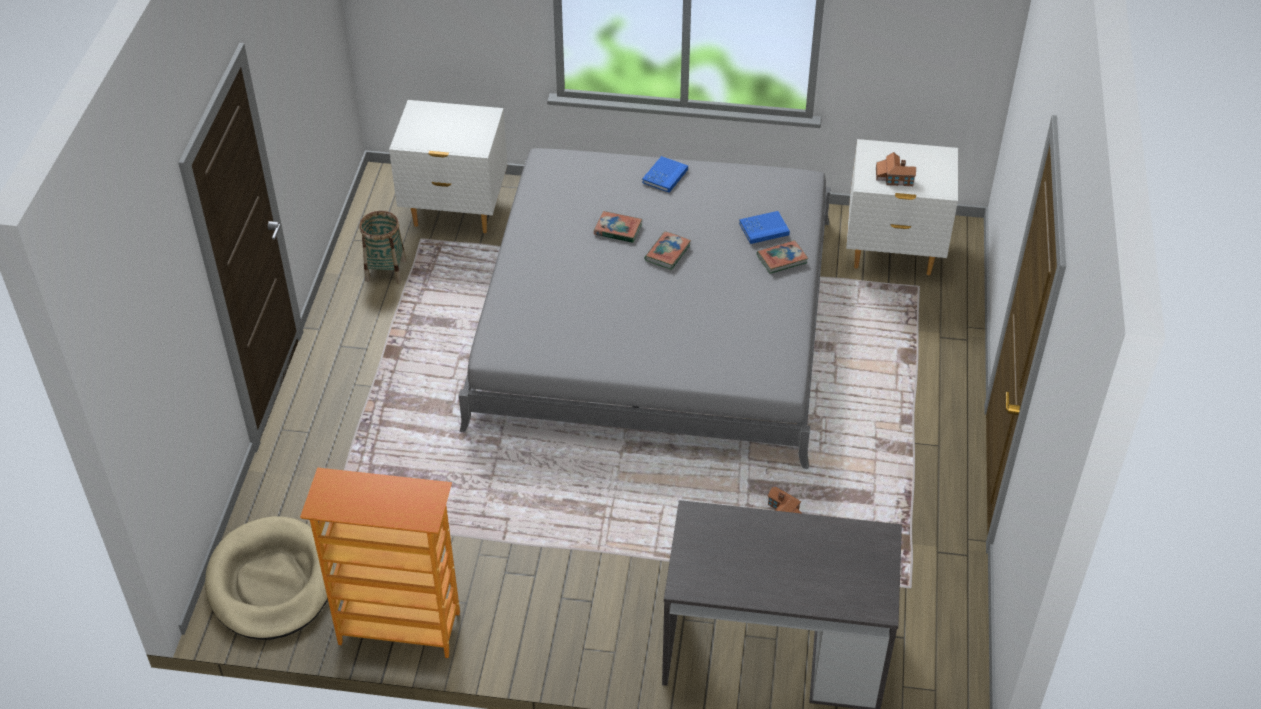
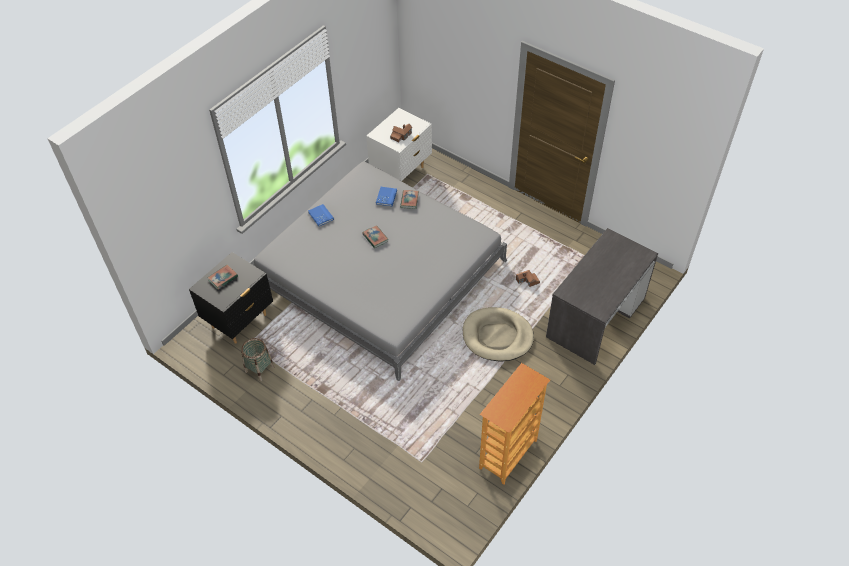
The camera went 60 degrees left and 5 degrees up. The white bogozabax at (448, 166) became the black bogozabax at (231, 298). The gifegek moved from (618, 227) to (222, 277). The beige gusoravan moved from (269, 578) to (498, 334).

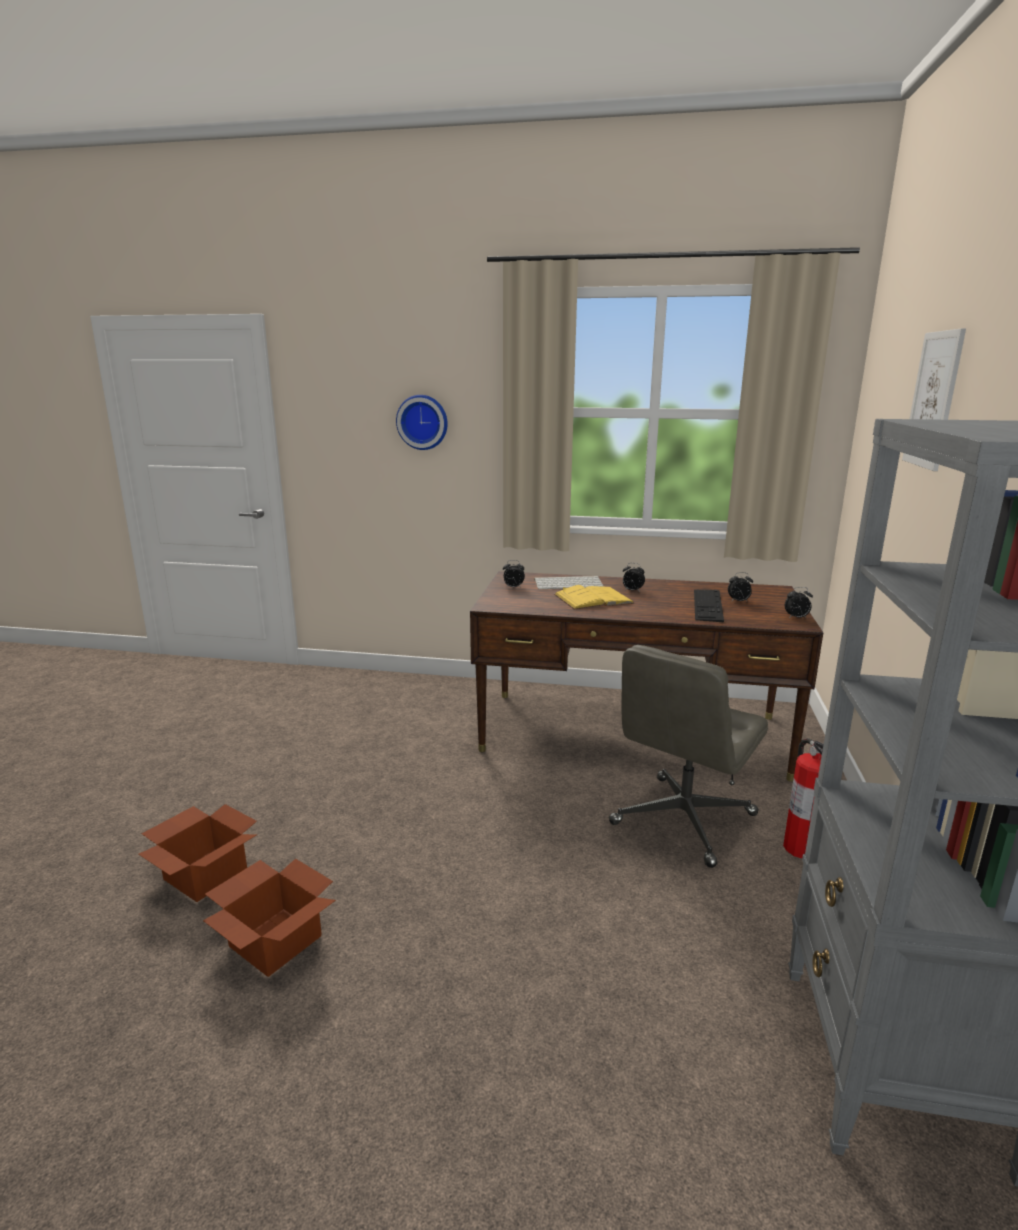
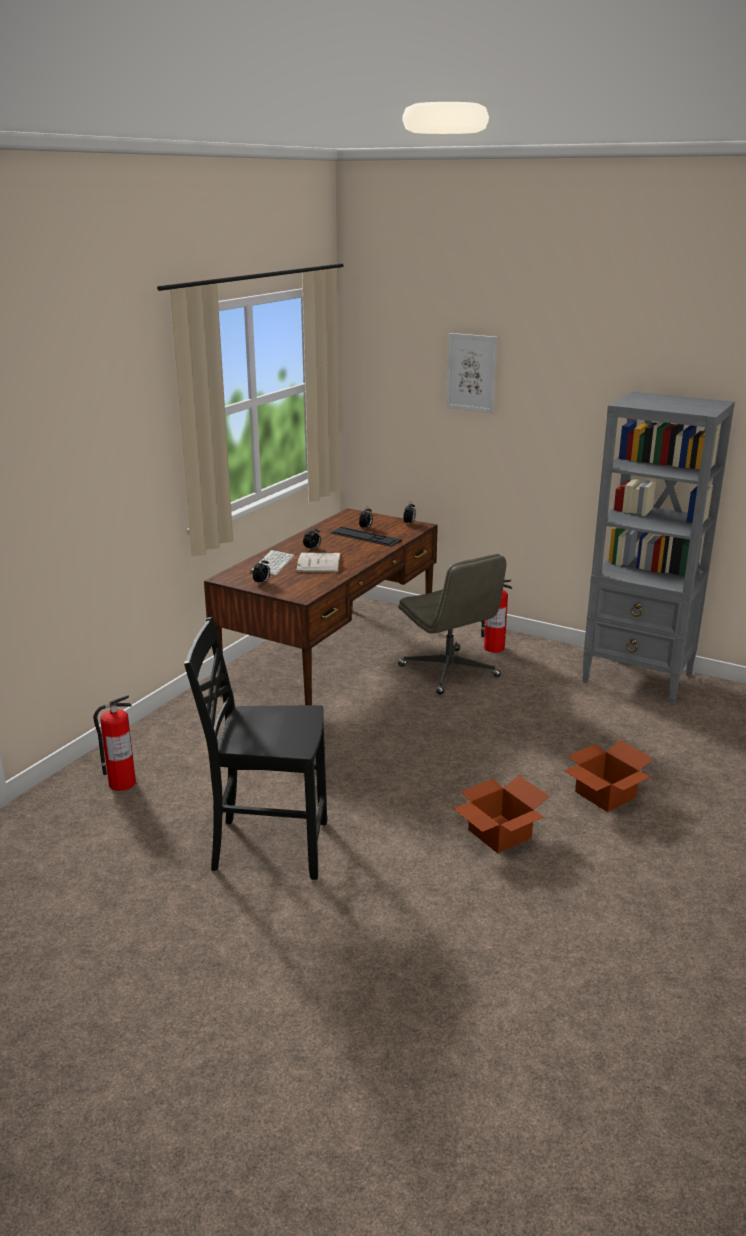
The camera went 70 degrees left and 5 degrees up. The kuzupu at (422, 422) disappeared. The yellow gifegek at (594, 597) became the white gifegek at (318, 563). The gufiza moved from (197, 853) to (608, 776). The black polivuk at (255, 748) appeared. The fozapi at (114, 743) appeared.

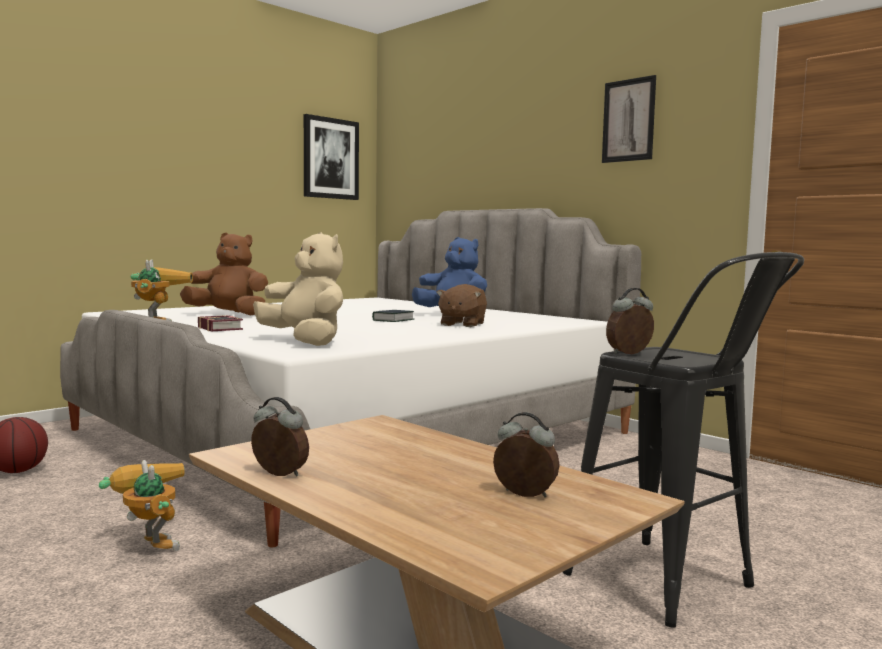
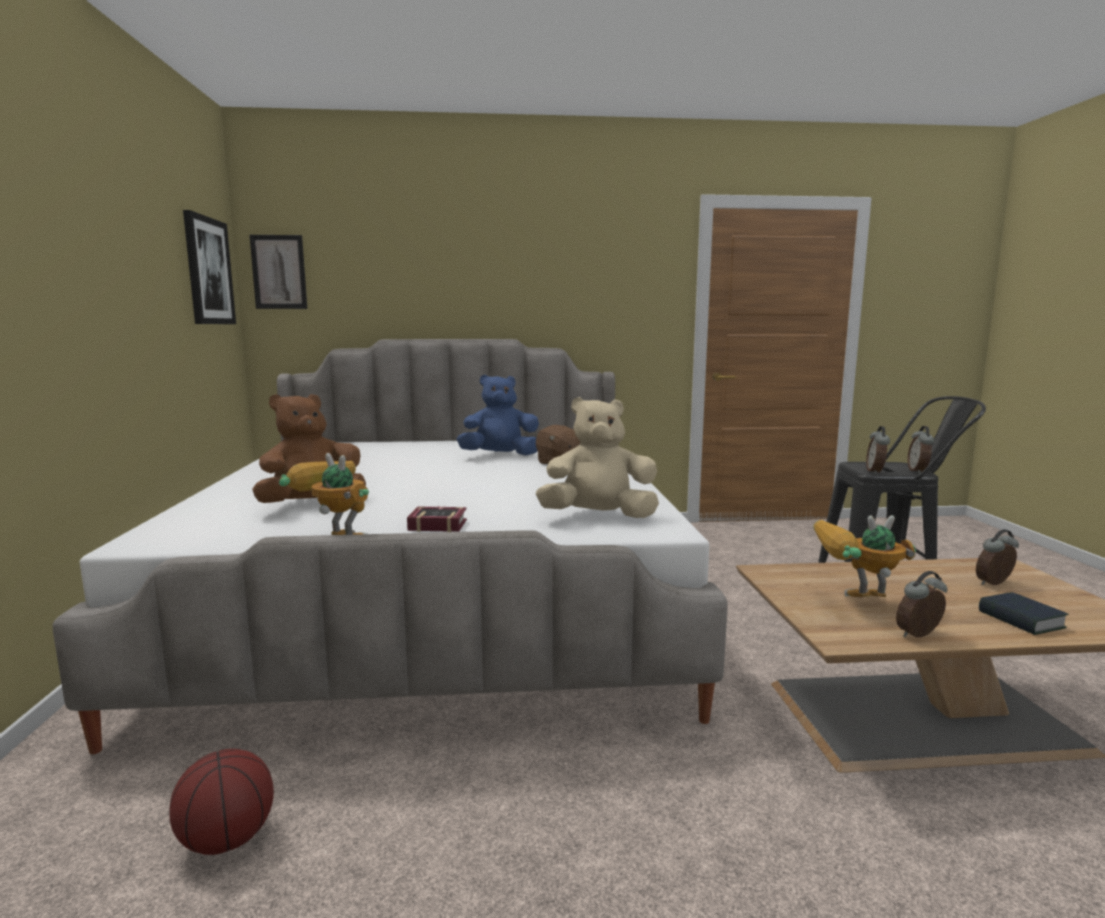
The camera went 50 degrees left and 5 degrees up. The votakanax moved from (629, 119) to (278, 272). The gifegek moved from (393, 316) to (1024, 613). The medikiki moved from (142, 505) to (864, 556). The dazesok at (921, 450) appeared.

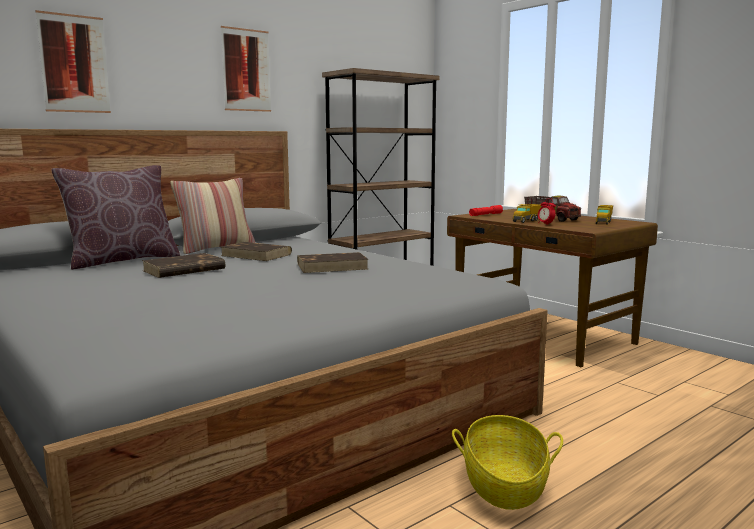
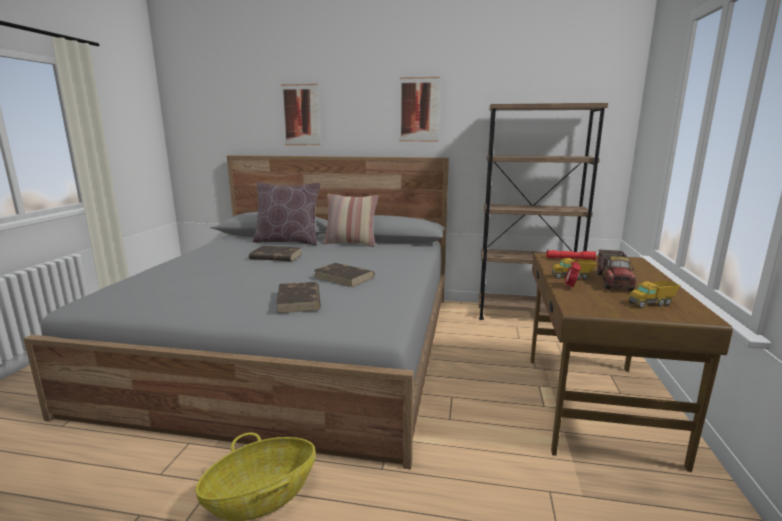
The camera went 50 degrees right and 5 degrees up. The brown gifegek moved from (256, 251) to (298, 297).

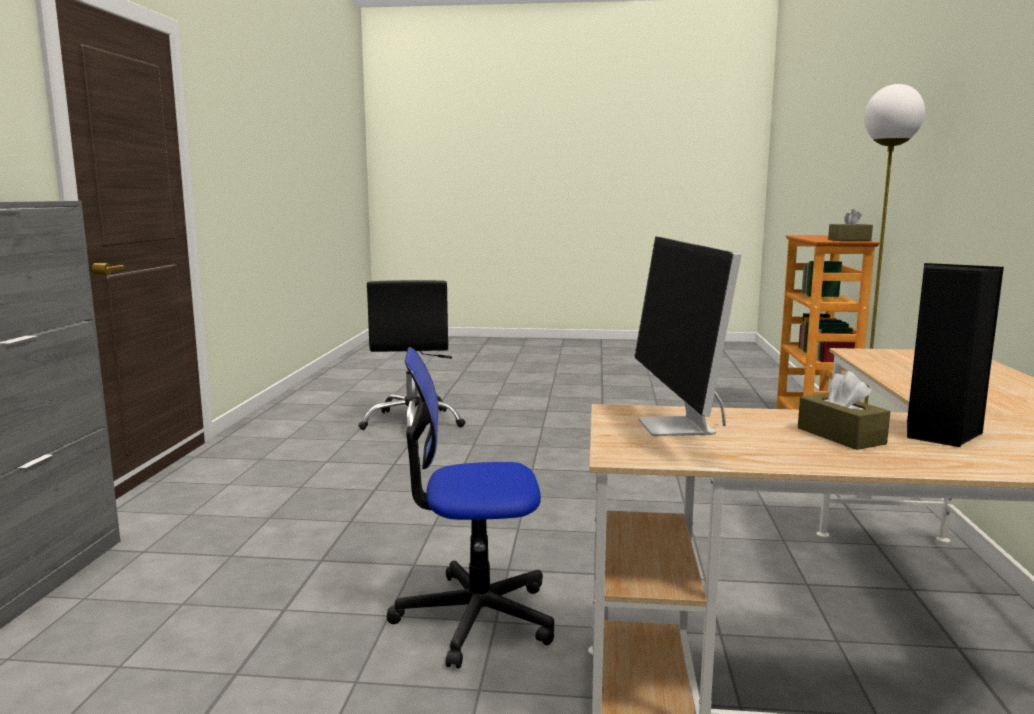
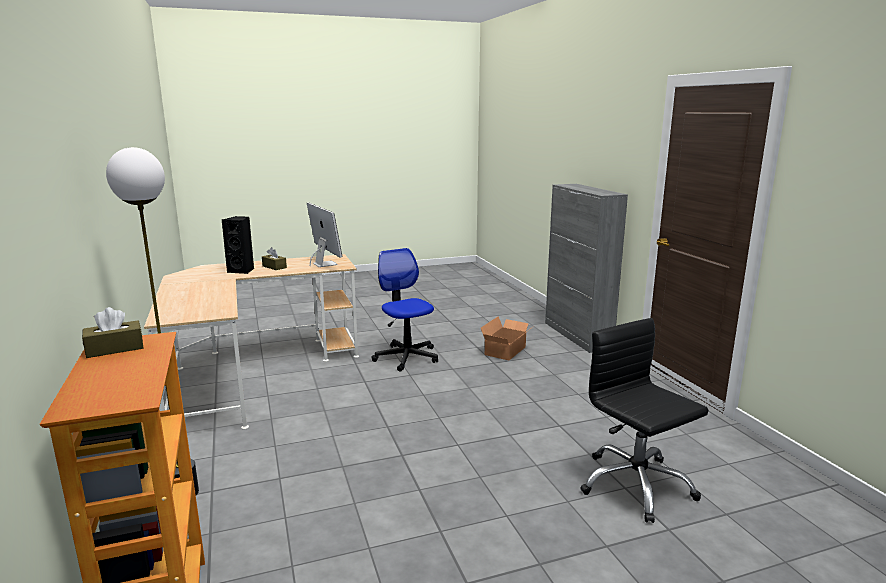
The camera went 155 degrees right and 5 degrees up. The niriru at (470, 508) turned 90 degrees counterclockwise. The gufiza at (507, 338) appeared.

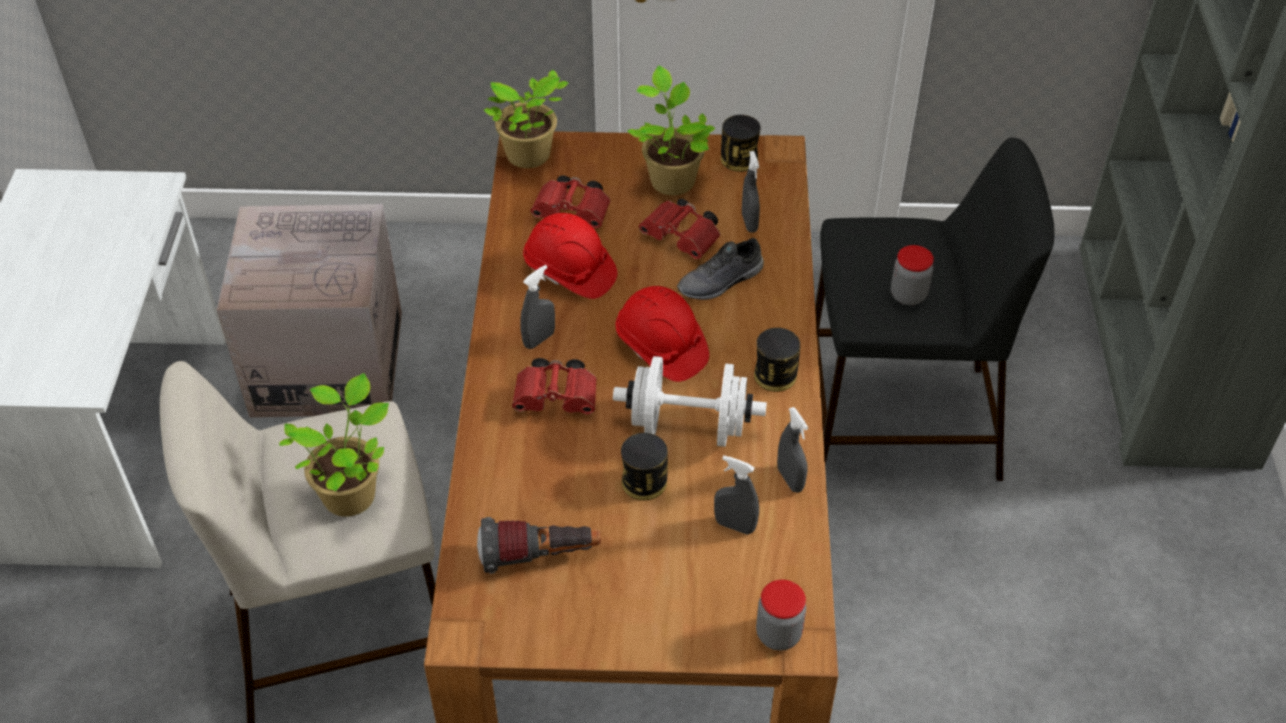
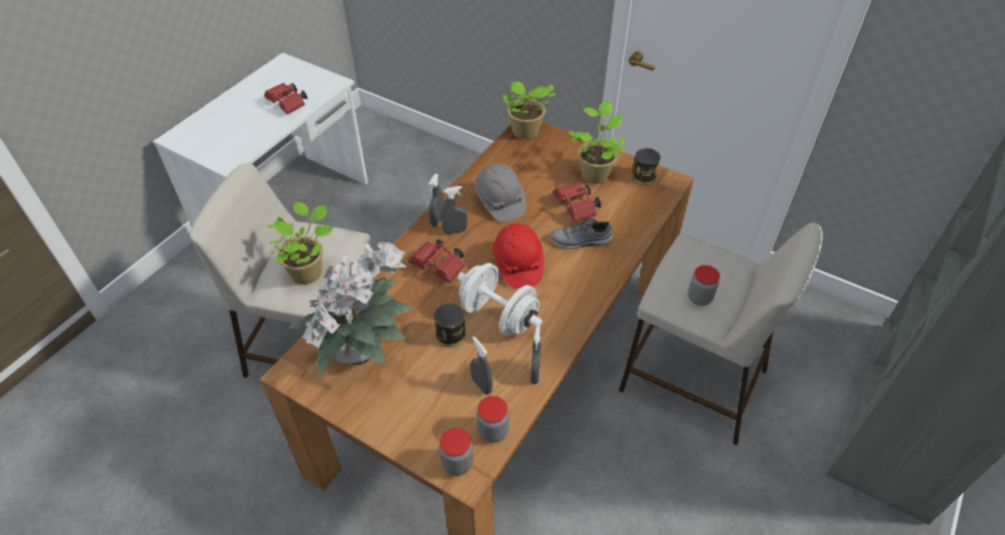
The camera went 30 degrees right and 0 degrees up. The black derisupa at (935, 309) became the beige derisupa at (720, 334). The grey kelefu moved from (751, 191) to (436, 200). The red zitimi moved from (570, 201) to (285, 98). The gufiza at (309, 311) disappeared. The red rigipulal at (570, 256) became the grey rigipulal at (500, 192). The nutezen at (777, 360) disappeared. The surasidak at (539, 545) was replaced by the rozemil at (350, 309). The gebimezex at (493, 419) appeared.

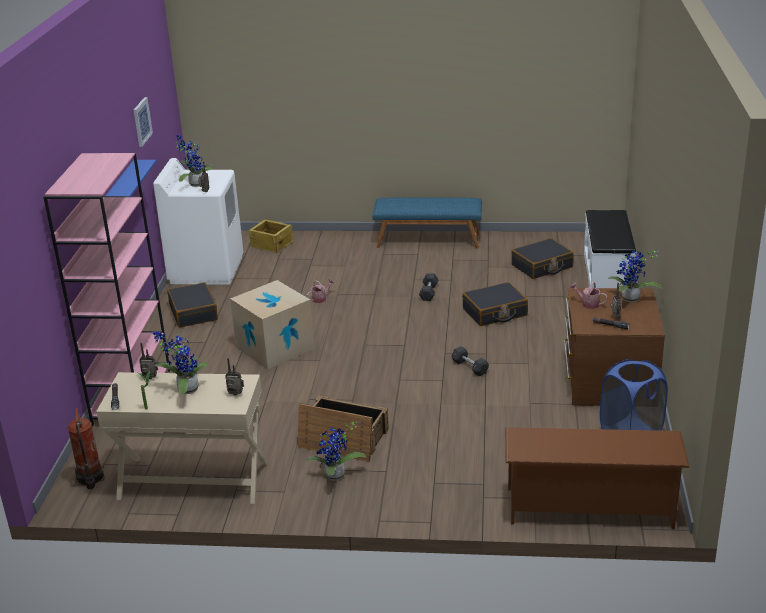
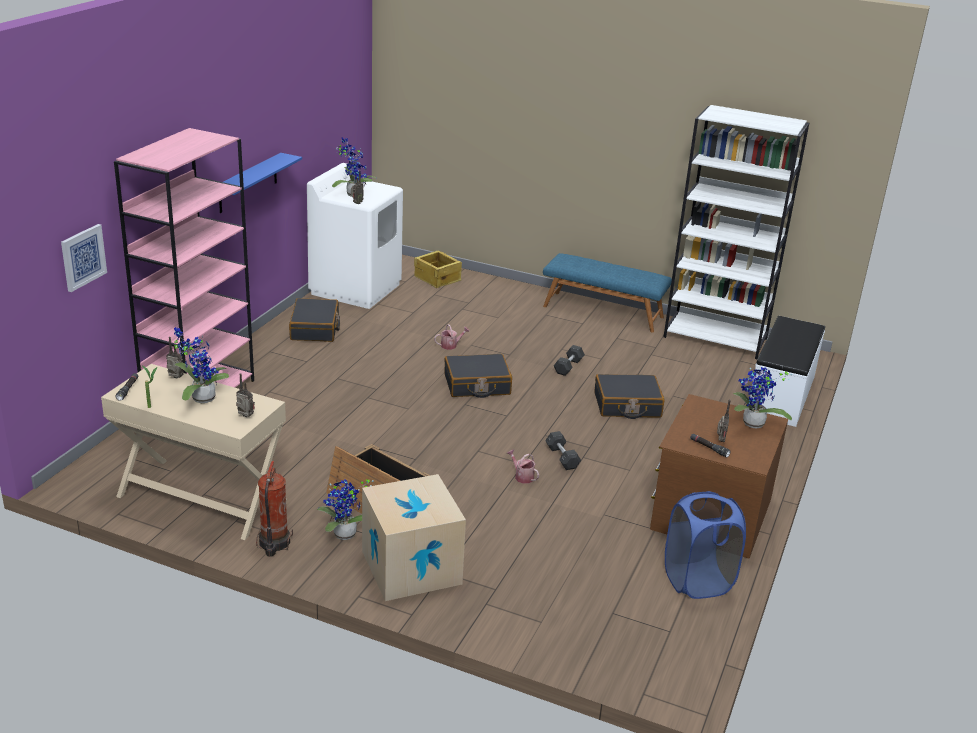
The camera went 15 degrees right and 0 degrees up. The votakanax moved from (143, 122) to (84, 258). The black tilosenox moved from (542, 258) to (478, 376). The gufiza moved from (272, 324) to (414, 537). The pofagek moved from (589, 295) to (523, 466). The fozapi moved from (86, 448) to (274, 509). The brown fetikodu at (597, 478) disappeared. The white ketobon at (736, 232) appeared.

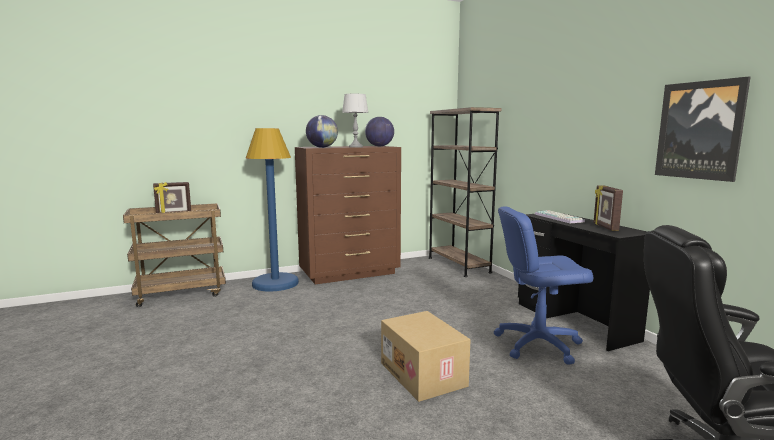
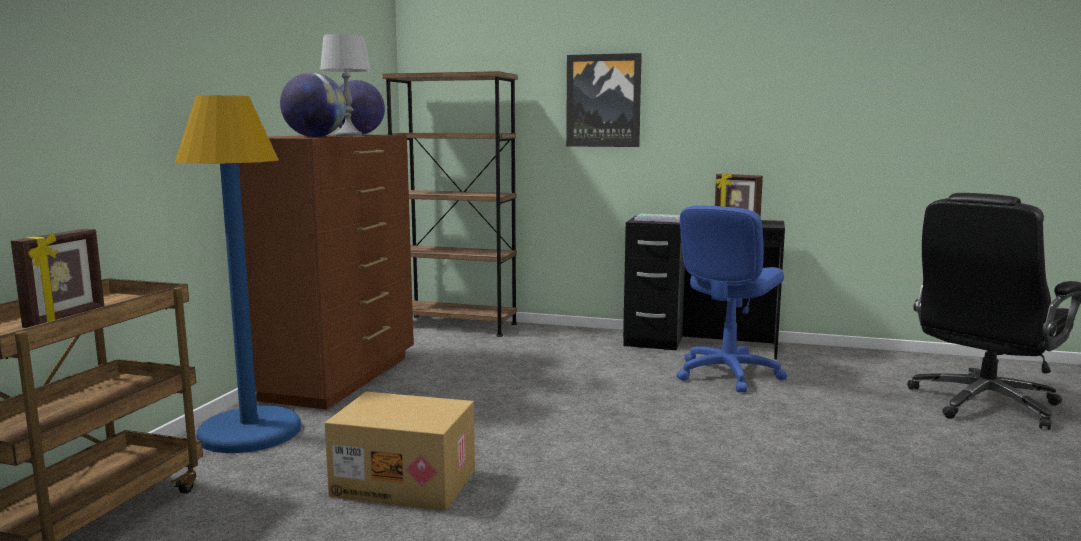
The camera went 50 degrees left and 0 degrees up. The votakanax moved from (703, 129) to (604, 100). The gufiza moved from (425, 356) to (399, 451).

